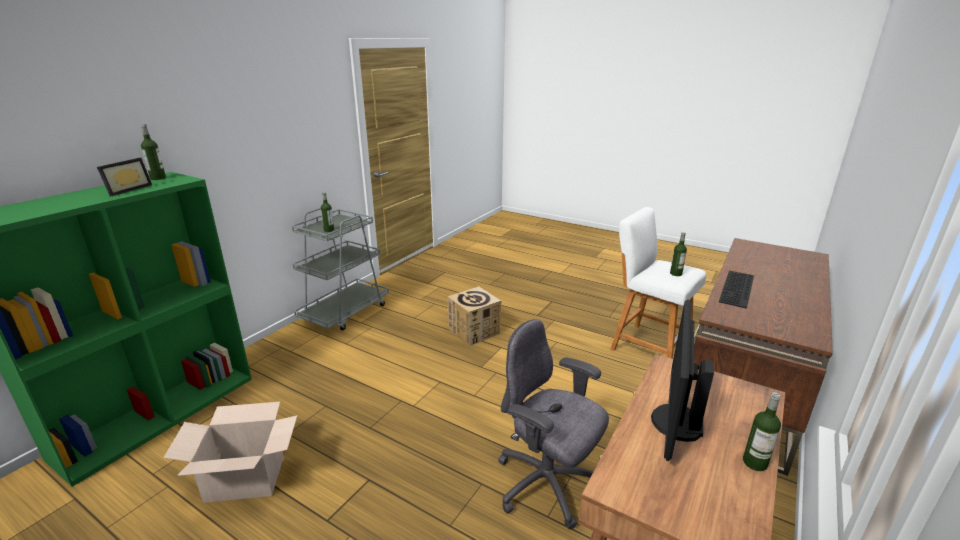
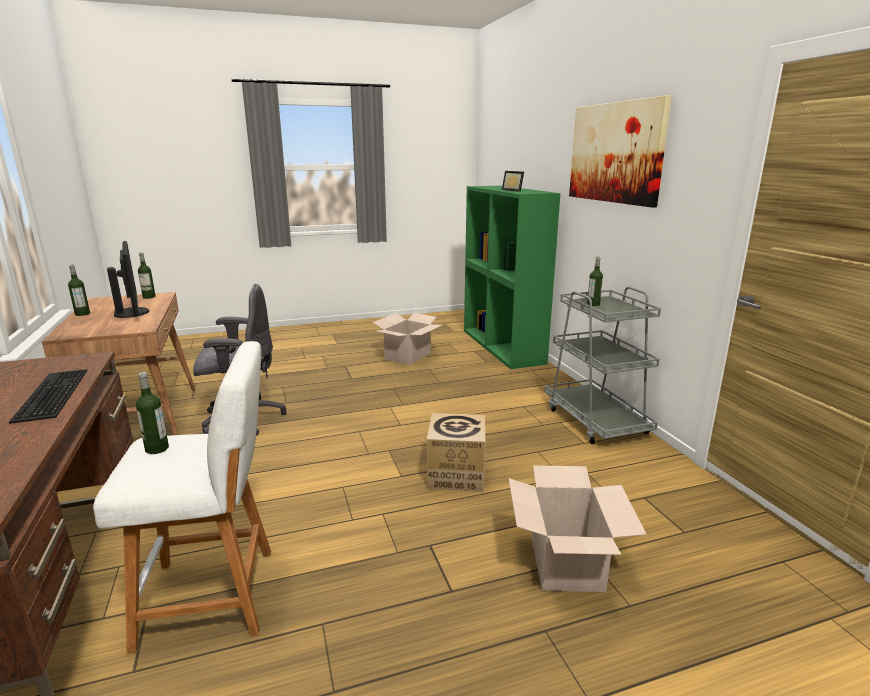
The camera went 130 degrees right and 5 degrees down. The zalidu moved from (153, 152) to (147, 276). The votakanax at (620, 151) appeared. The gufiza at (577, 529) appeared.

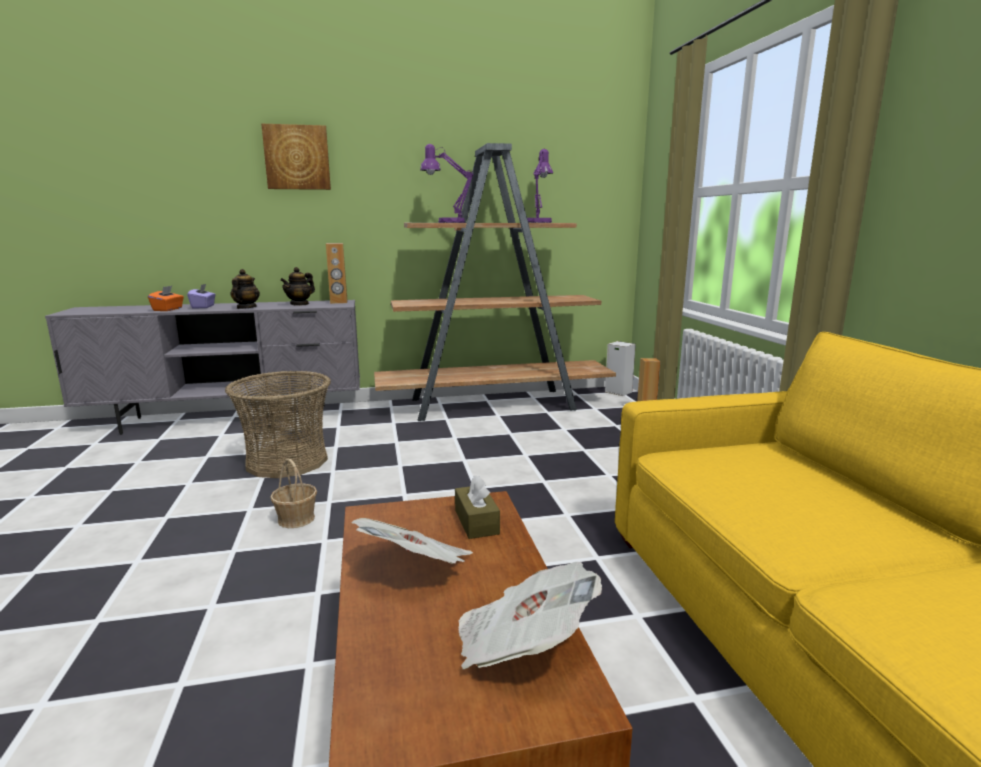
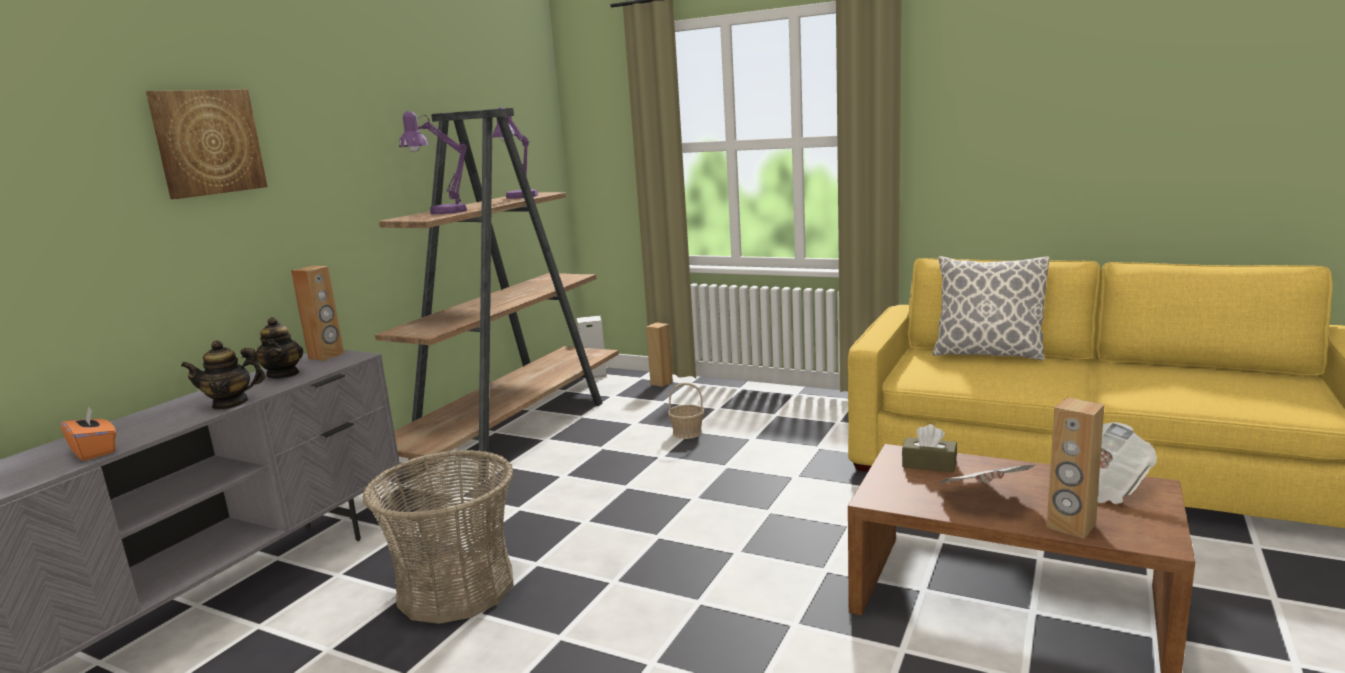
The camera went 50 degrees left and 0 degrees up. The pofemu at (245, 289) turned 60 degrees counterclockwise. The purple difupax at (201, 296) disappeared. The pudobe moved from (293, 493) to (686, 411). The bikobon at (990, 308) appeared. The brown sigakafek at (1075, 468) appeared.

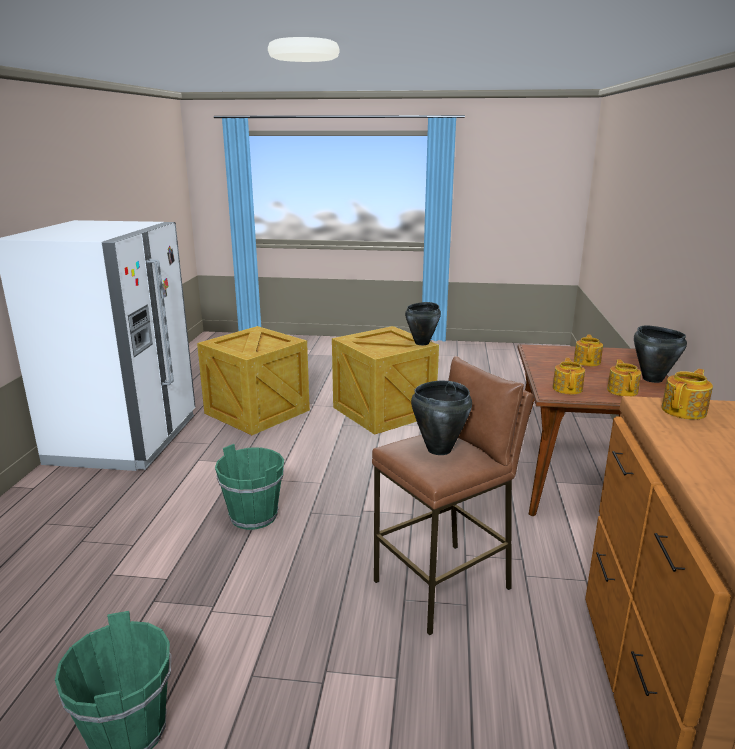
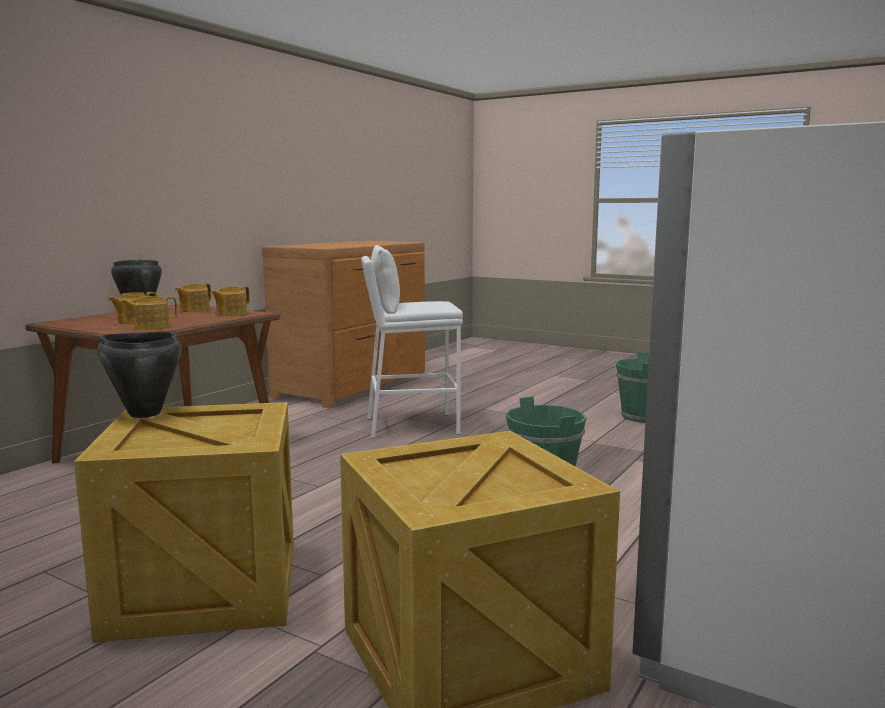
The camera went 155 degrees left and 10 degrees down. The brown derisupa at (452, 496) became the white derisupa at (412, 341). The pofemu moved from (687, 394) to (149, 312). The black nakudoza at (441, 418) disappeared.

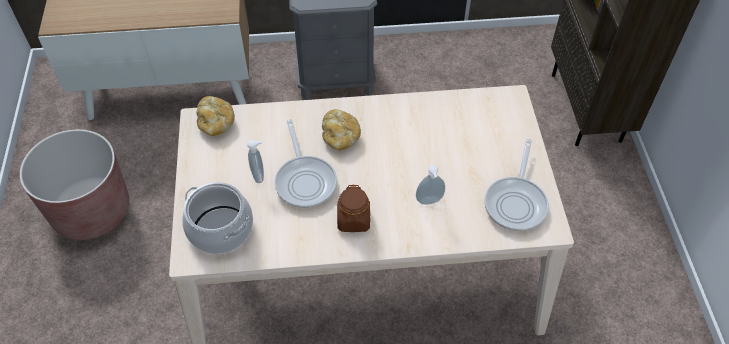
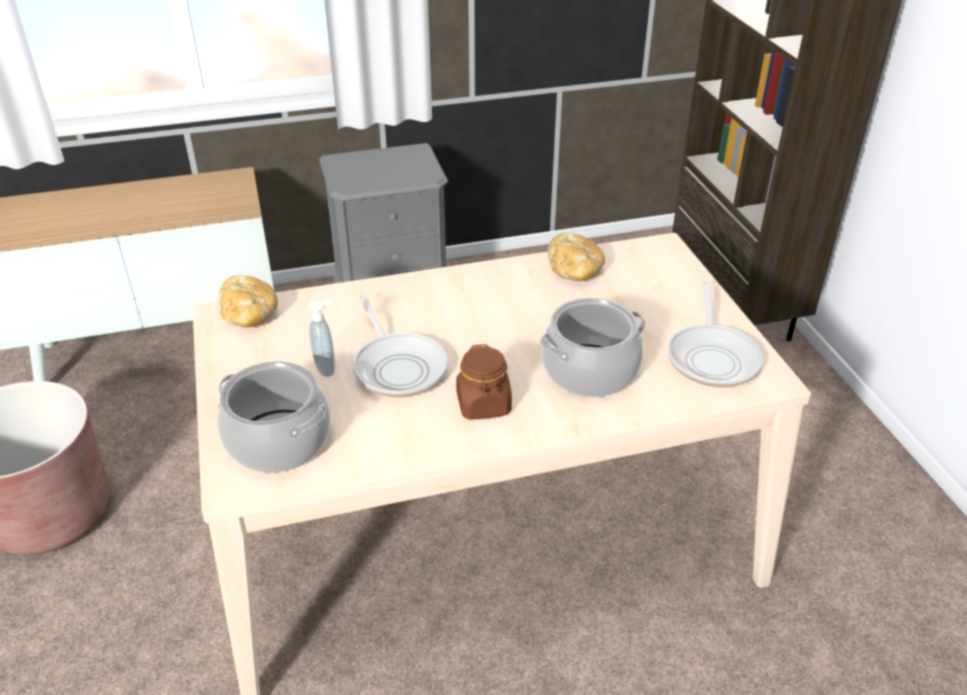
The camera went 10 degrees left and 15 degrees down. The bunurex moved from (341, 129) to (576, 257). The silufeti at (430, 185) was replaced by the nakudoza at (592, 347).

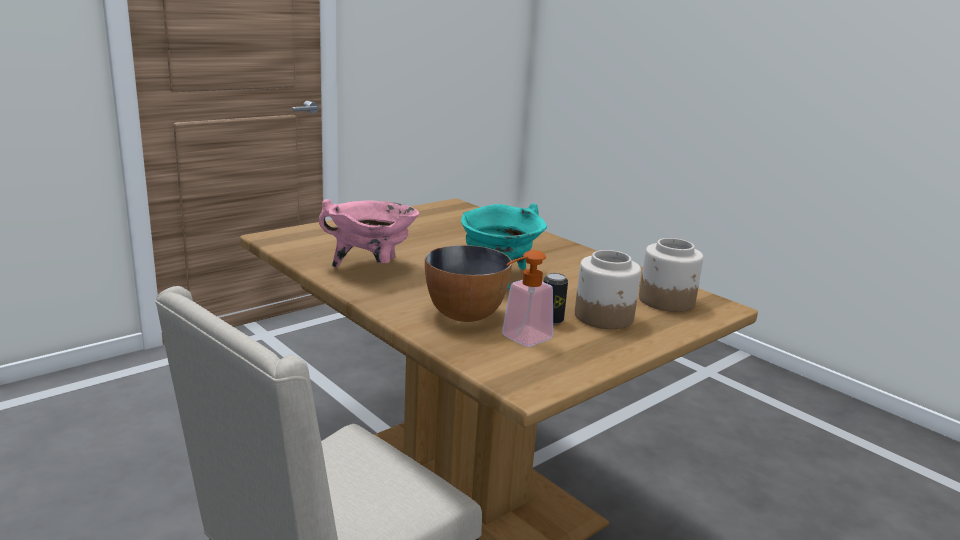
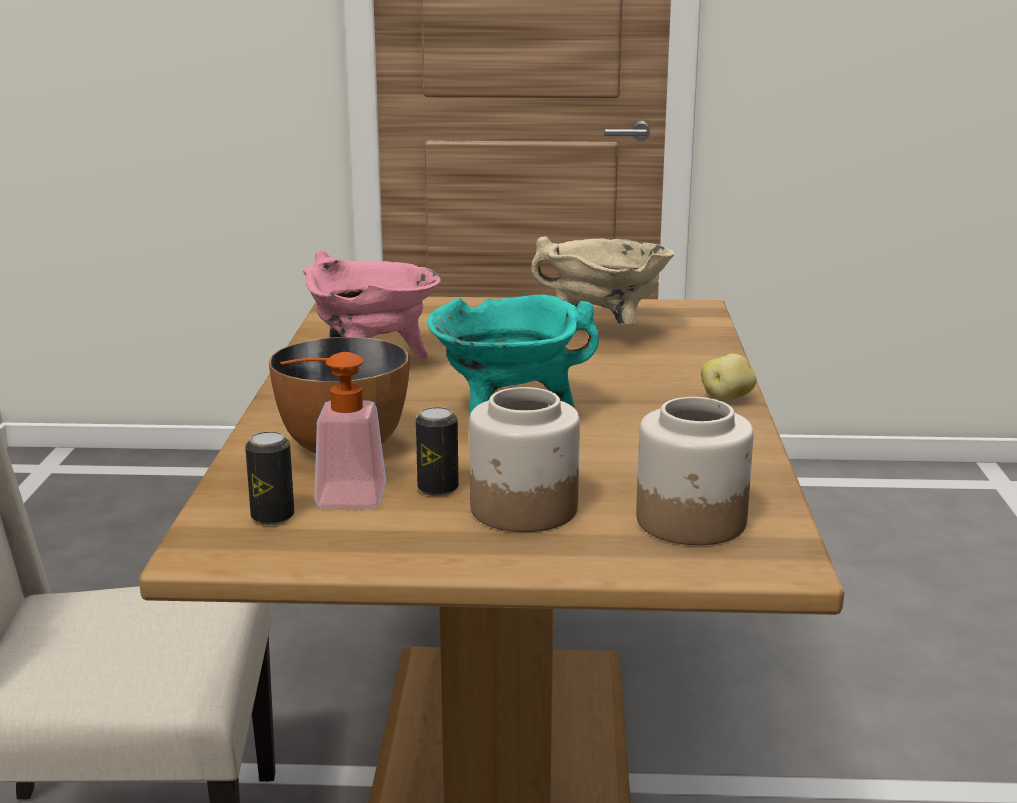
The camera went 45 degrees right and 0 degrees up. The beige nakudoza at (603, 280) appeared. The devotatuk at (729, 377) appeared. The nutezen at (269, 478) appeared.

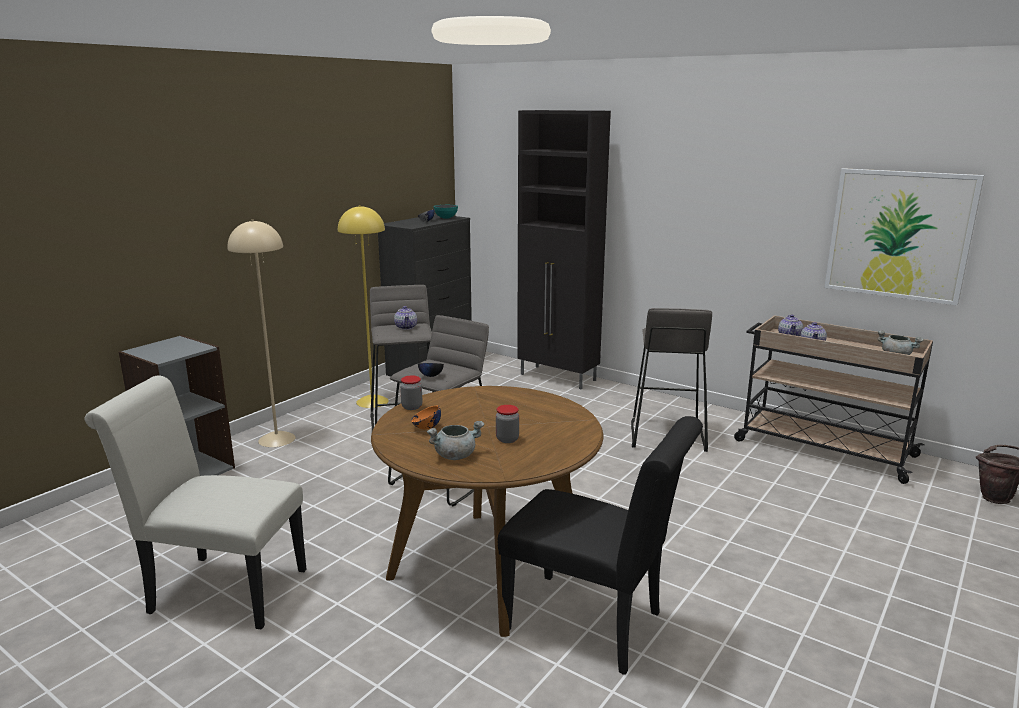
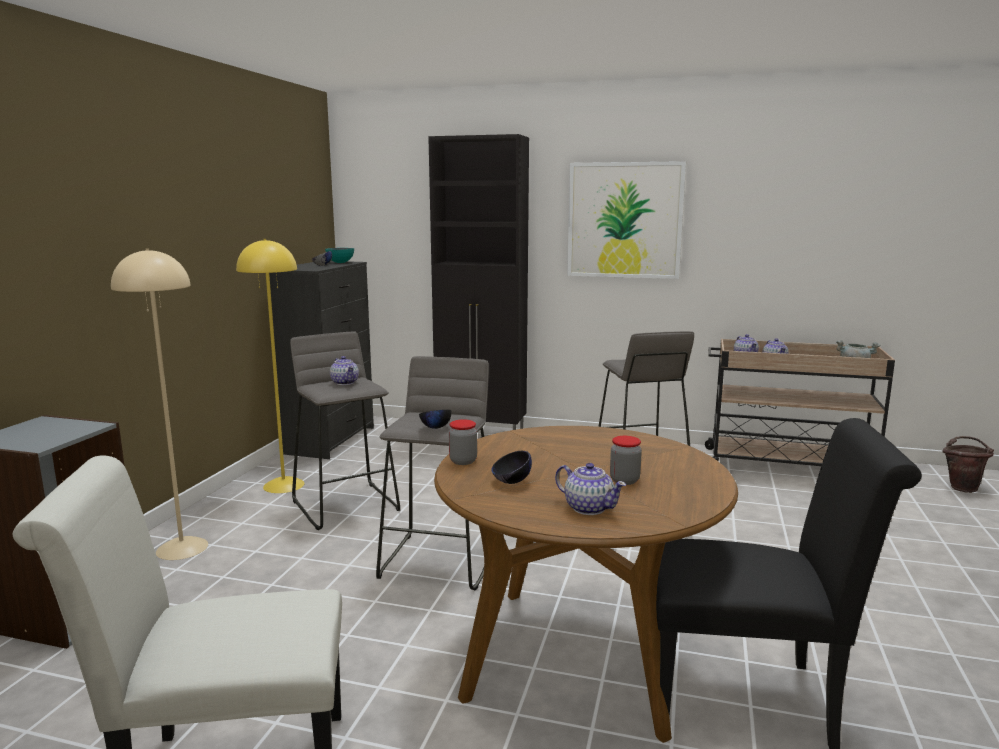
The camera went 20 degrees left and 5 degrees down. The votakanax moved from (904, 237) to (626, 220). The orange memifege at (426, 418) became the black memifege at (512, 467). The grey nakudoza at (456, 440) was replaced by the pofemu at (590, 489).

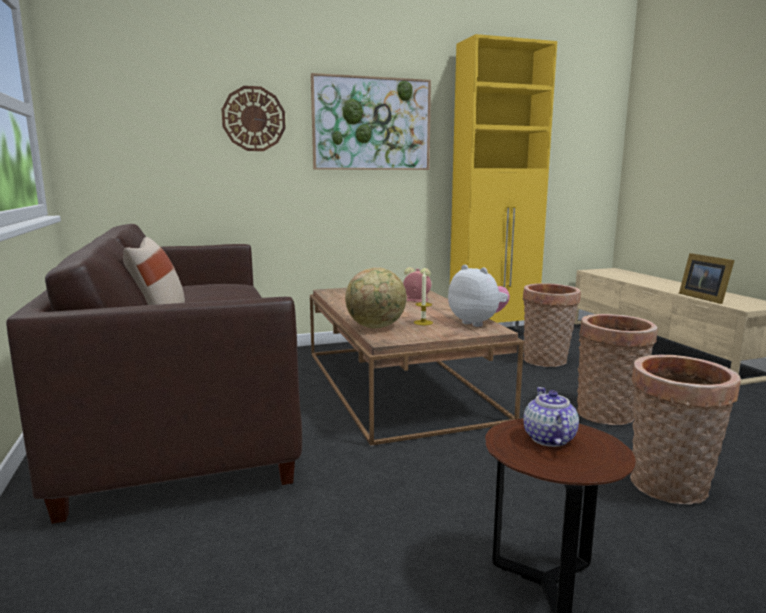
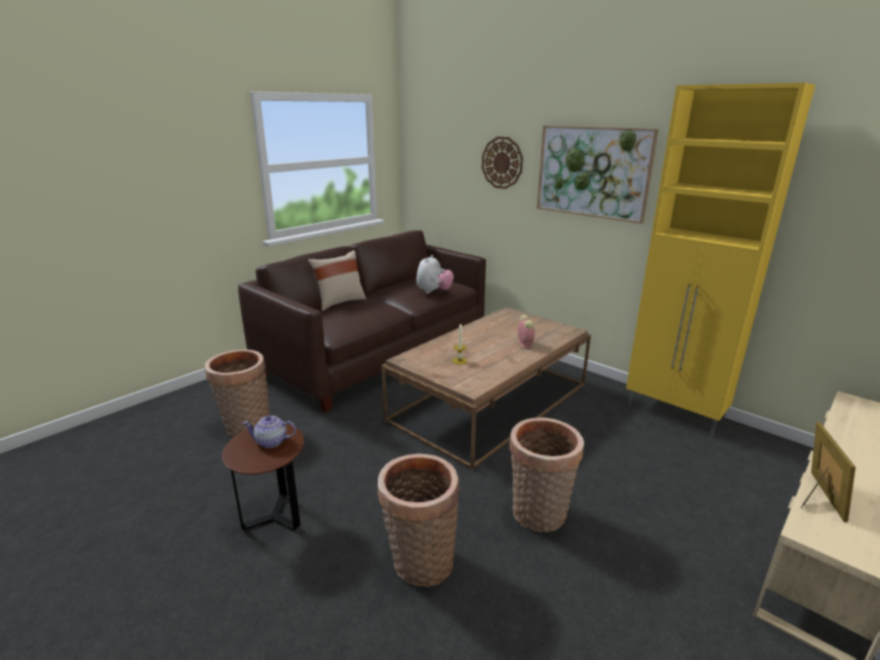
The camera went 60 degrees right and 10 degrees up. The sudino at (707, 278) turned 150 degrees clockwise. The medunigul moved from (479, 296) to (435, 274). The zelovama at (375, 297) disappeared. The pudobe moved from (552, 325) to (237, 393). The pofemu at (551, 417) turned 150 degrees counterclockwise.

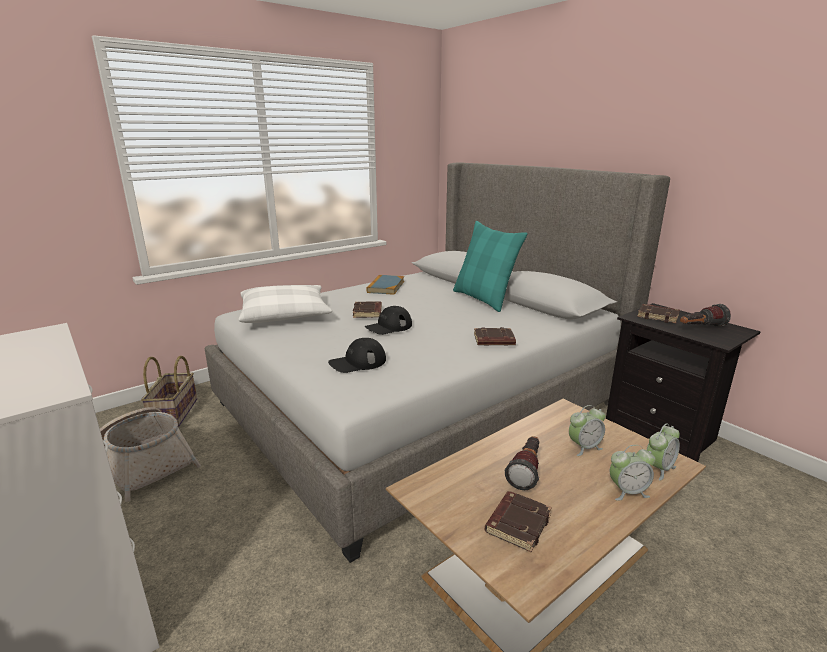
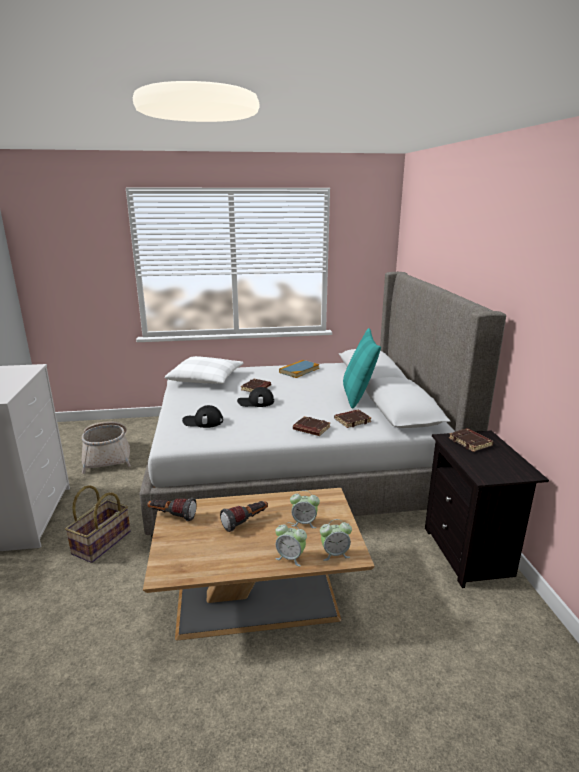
The camera went 30 degrees right and 0 degrees up. The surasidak moved from (705, 315) to (172, 509). The pudobe moved from (169, 391) to (98, 524). The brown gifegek moved from (518, 522) to (352, 419).

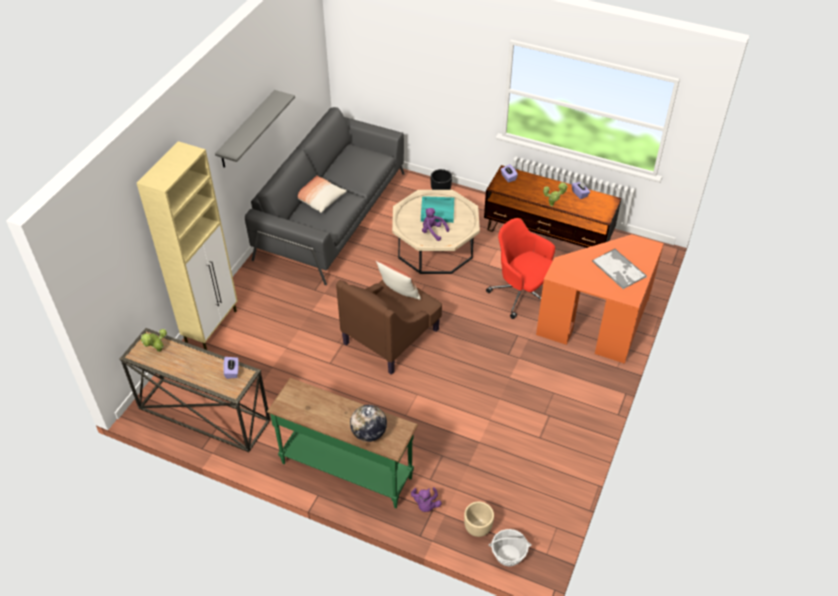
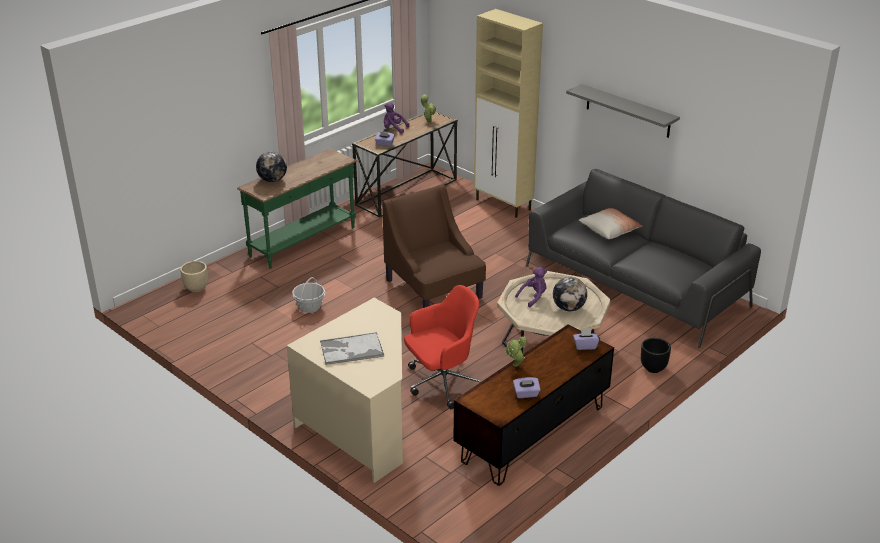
The camera went 110 degrees right and 15 degrees down. The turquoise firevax at (437, 209) was replaced by the zelovama at (570, 294). The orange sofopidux at (600, 299) became the beige sofopidux at (344, 390). The bikobon at (398, 280) disappeared. The purple medunigul moved from (426, 499) to (396, 118). The pudobe moved from (510, 547) to (308, 295).

